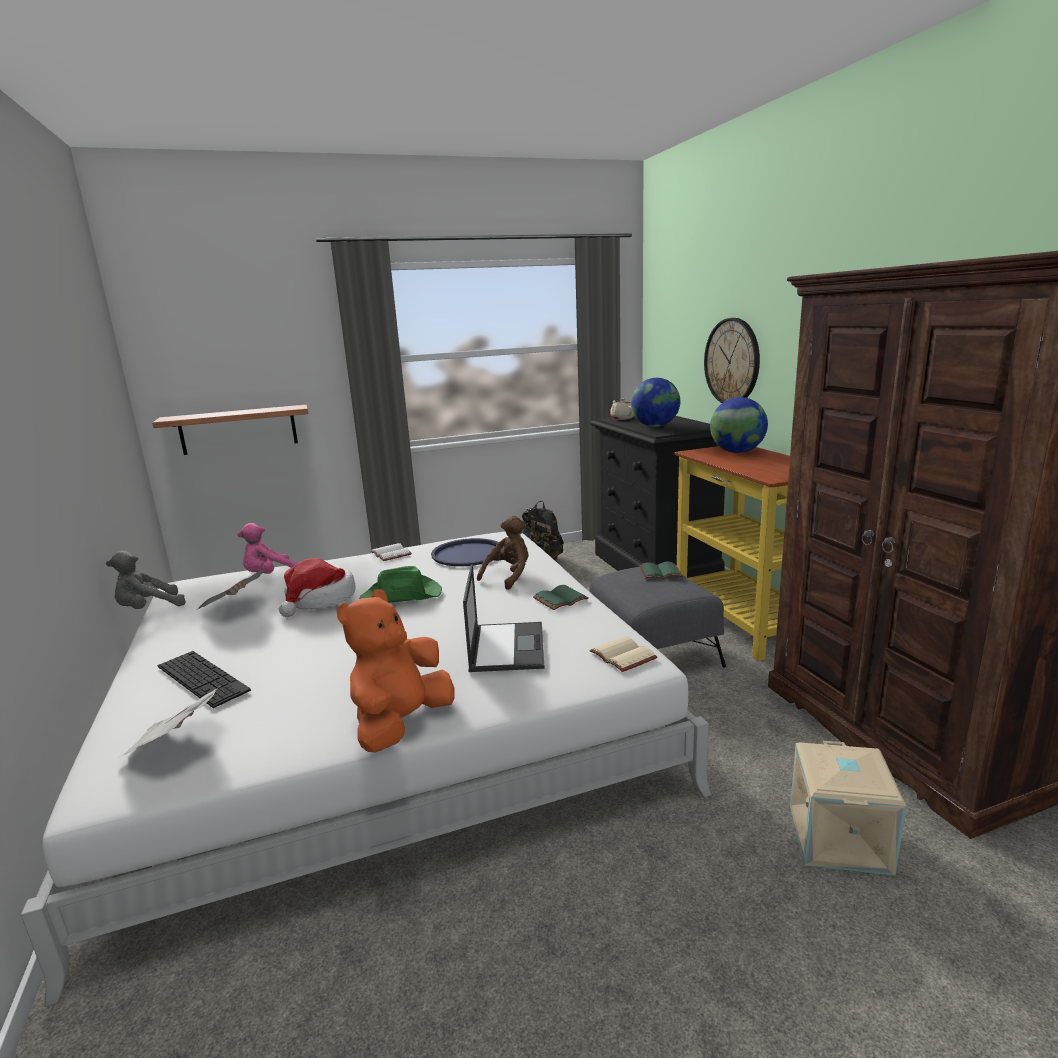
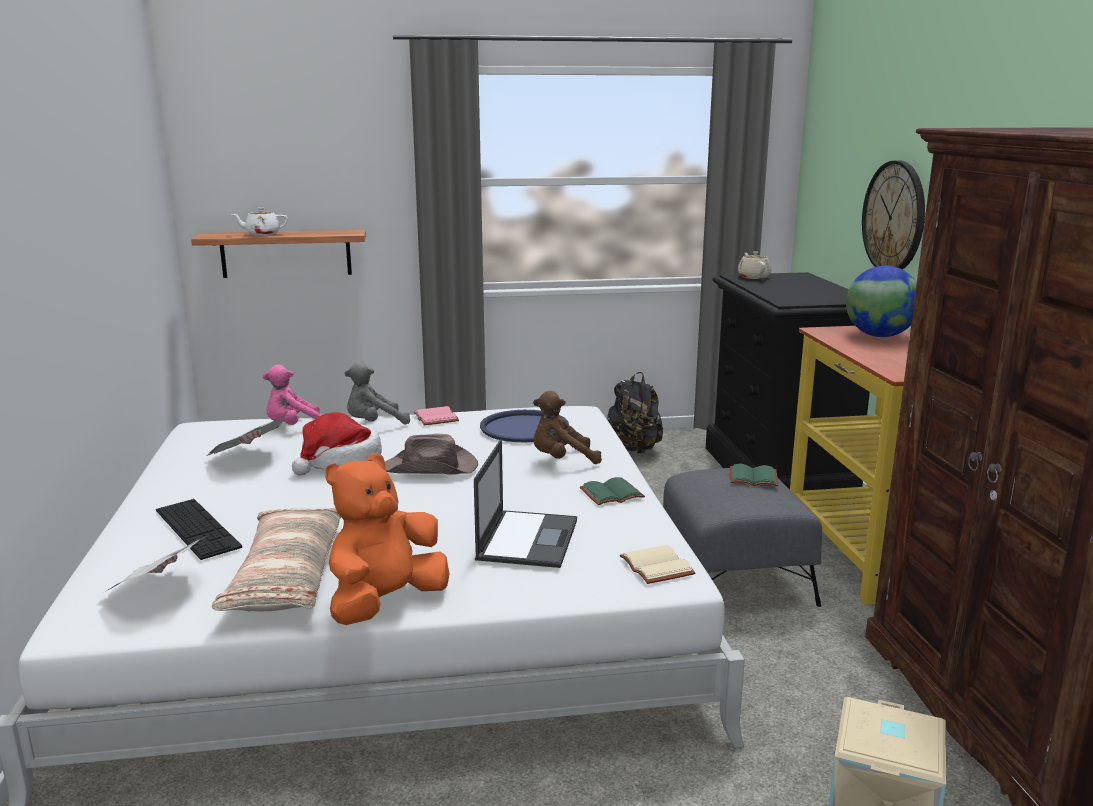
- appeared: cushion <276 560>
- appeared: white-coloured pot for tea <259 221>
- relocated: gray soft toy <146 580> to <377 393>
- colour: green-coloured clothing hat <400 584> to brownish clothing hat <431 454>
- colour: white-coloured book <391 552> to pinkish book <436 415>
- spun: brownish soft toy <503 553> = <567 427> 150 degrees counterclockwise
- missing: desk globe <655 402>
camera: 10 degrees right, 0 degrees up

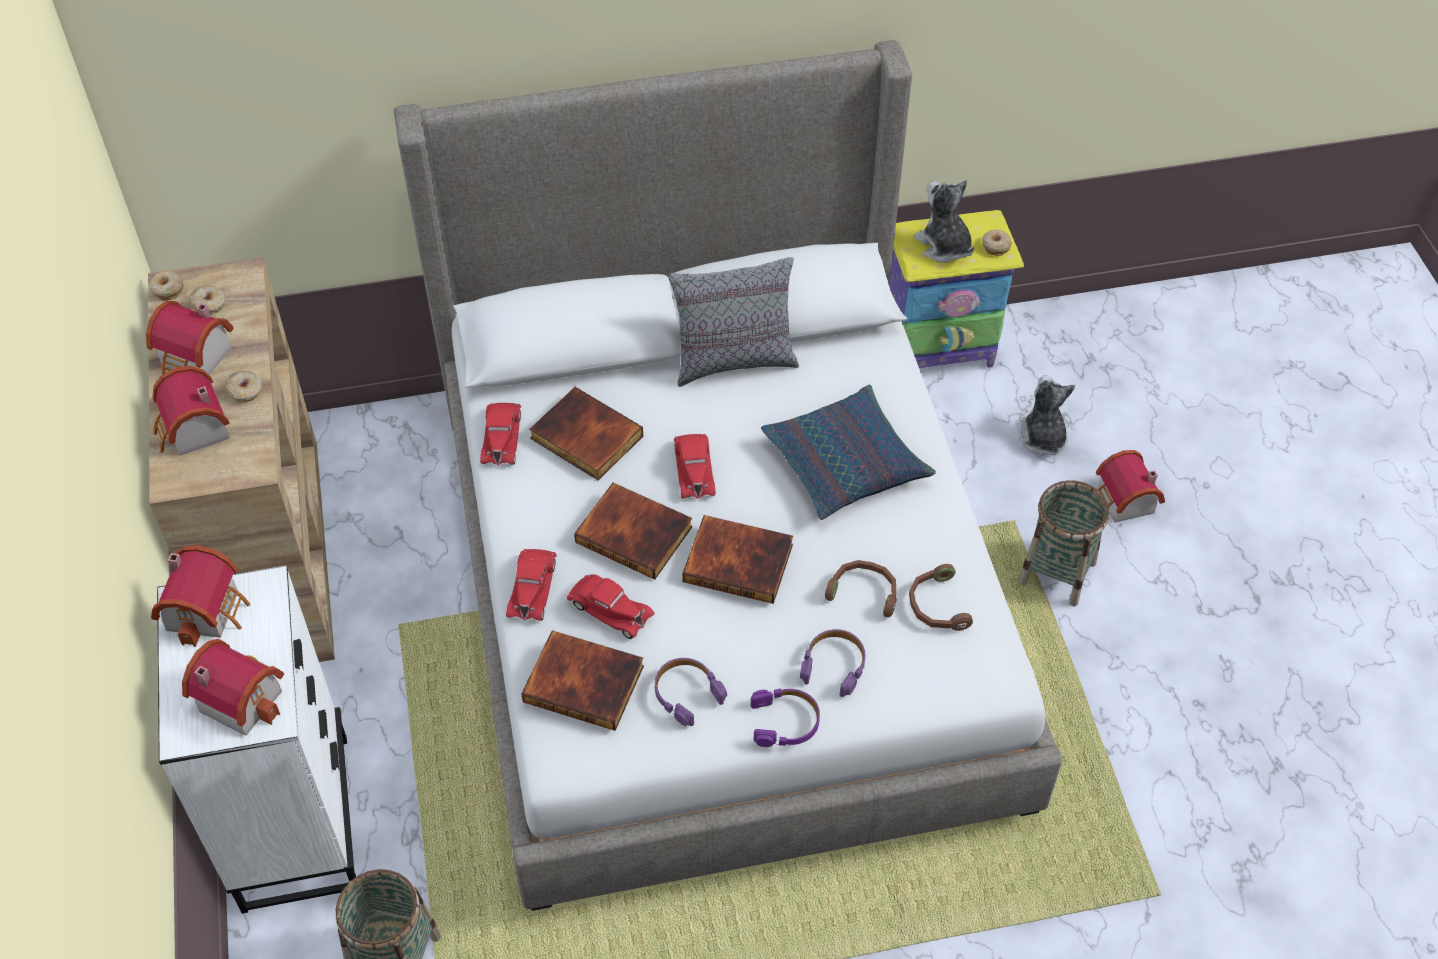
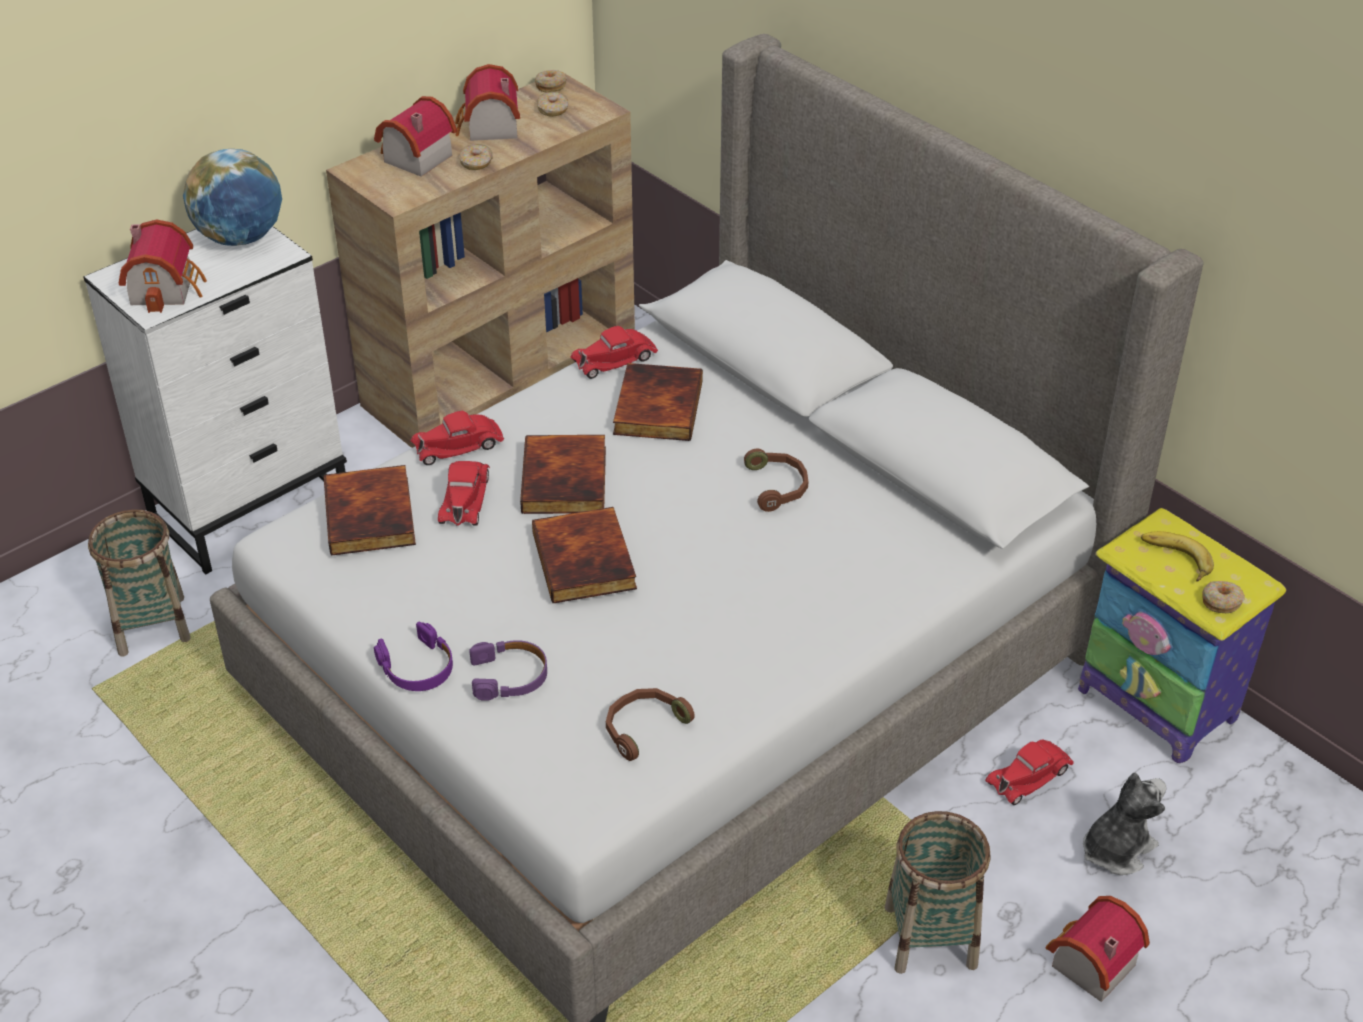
- exchanged: model house <200 596> to desk globe <232 197>
- relocated: brownish headset <860 588> to <776 480>
- relocated: reddish model car <695 466> to <1029 772>
- exchanged: soft toy <944 221> to whole banana <1177 556>
- missing: purple headset <691 692>
- missing: gray cushion <733 322>
- missing: blue cushion <848 452>
camera: 60 degrees right, 10 degrees down

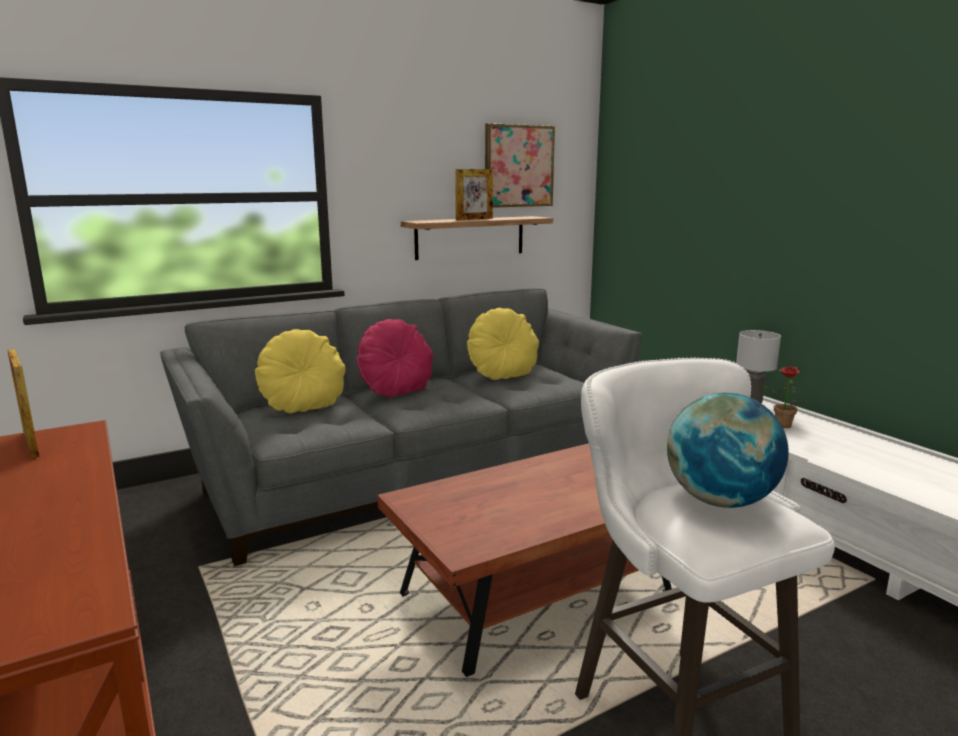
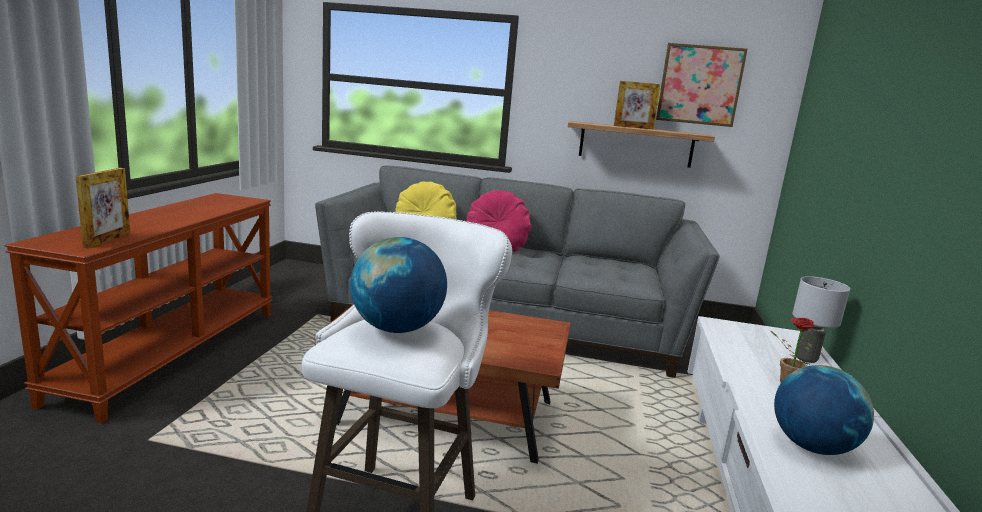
- relocated: standing frame <23 403> to <102 208>
- appeared: desk globe <824 410>
- missing: yellow-coloured cushion <503 344>
camera: 40 degrees right, 0 degrees up

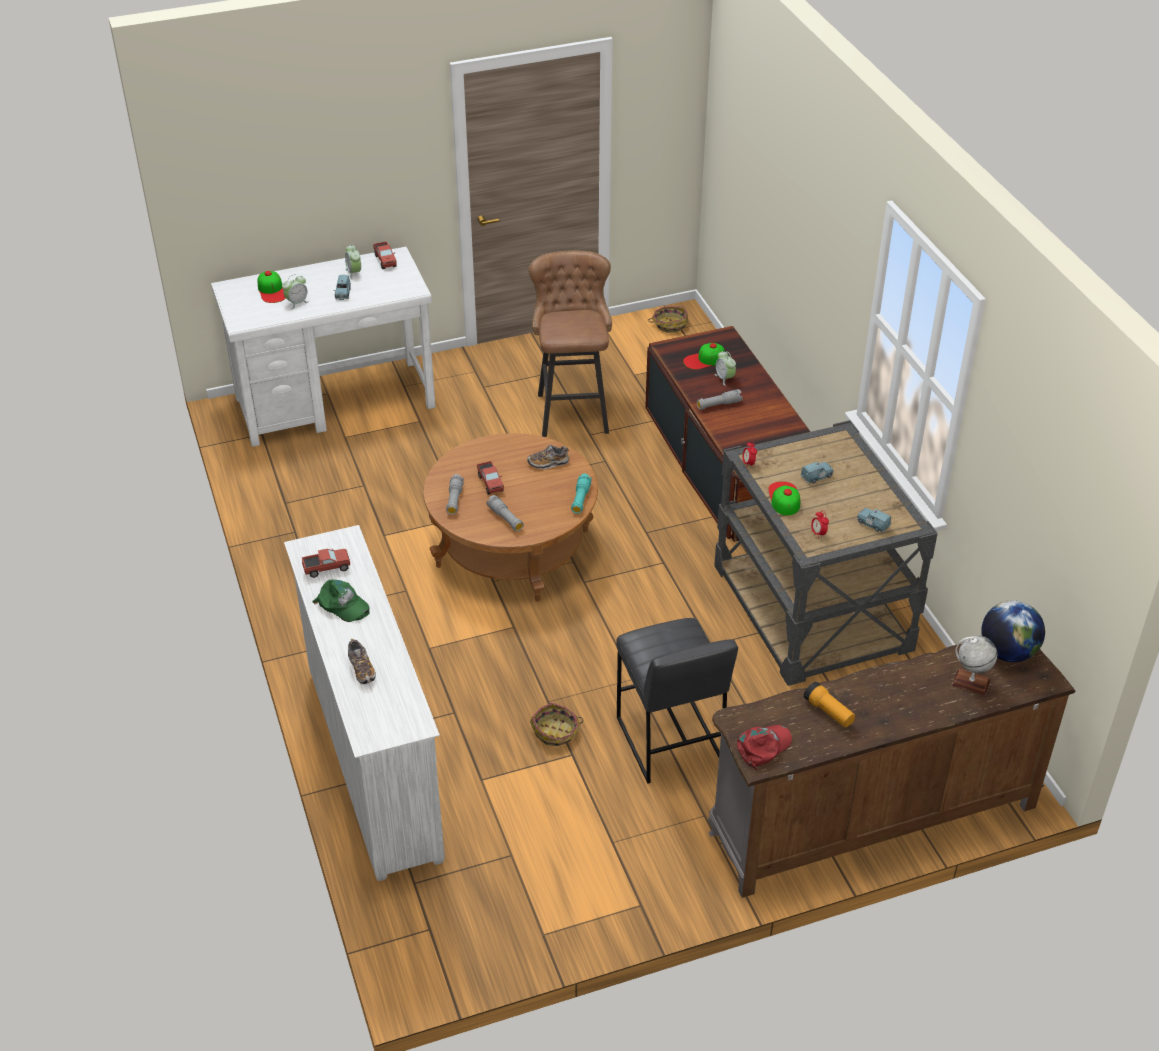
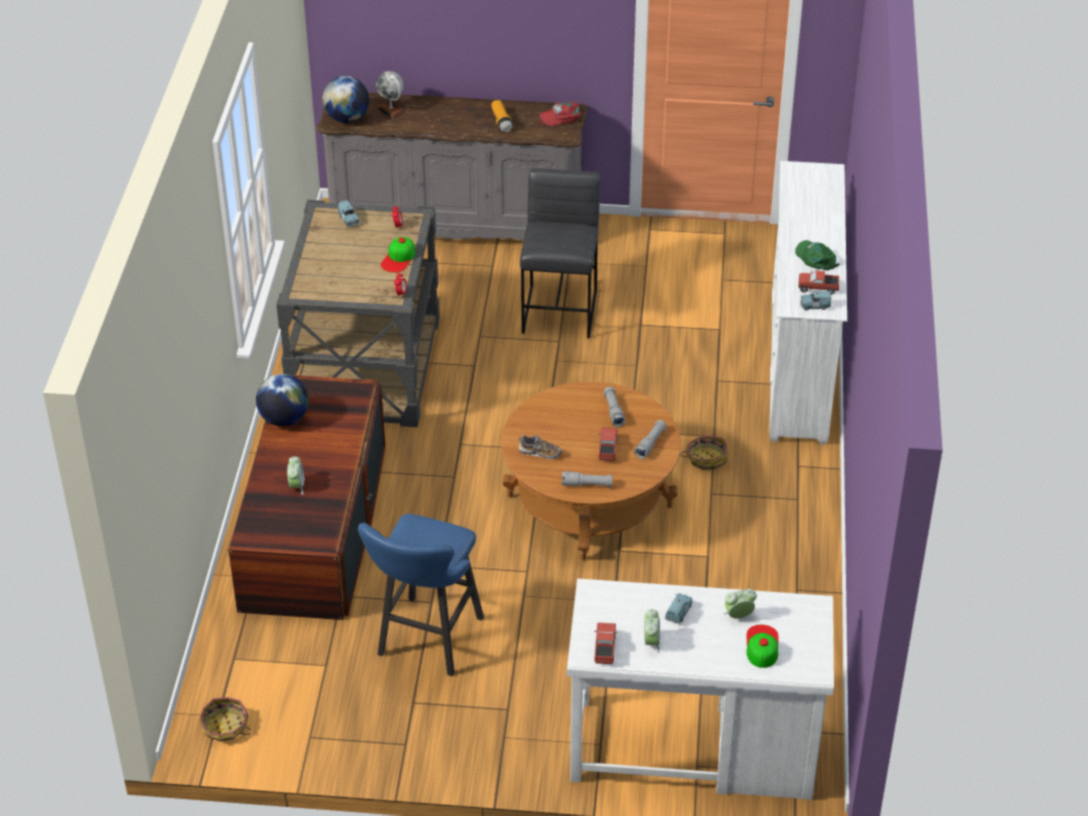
- appeared: desk globe <282 400>
- colour: brownish sitting stool <570 343> to blue sitting stool <421 595>
- relocated: gray flashlight <720 399> to <587 479>
- relocated: basket <556 724> to <704 453>
- relocated: blue model car <816 472> to <815 300>
- missing: item of footwear <362 661>
- missing: turquoise-coloured flashlight <581 494>
- missing: baseball cap <704 356>
camera: 155 degrees left, 0 degrees up

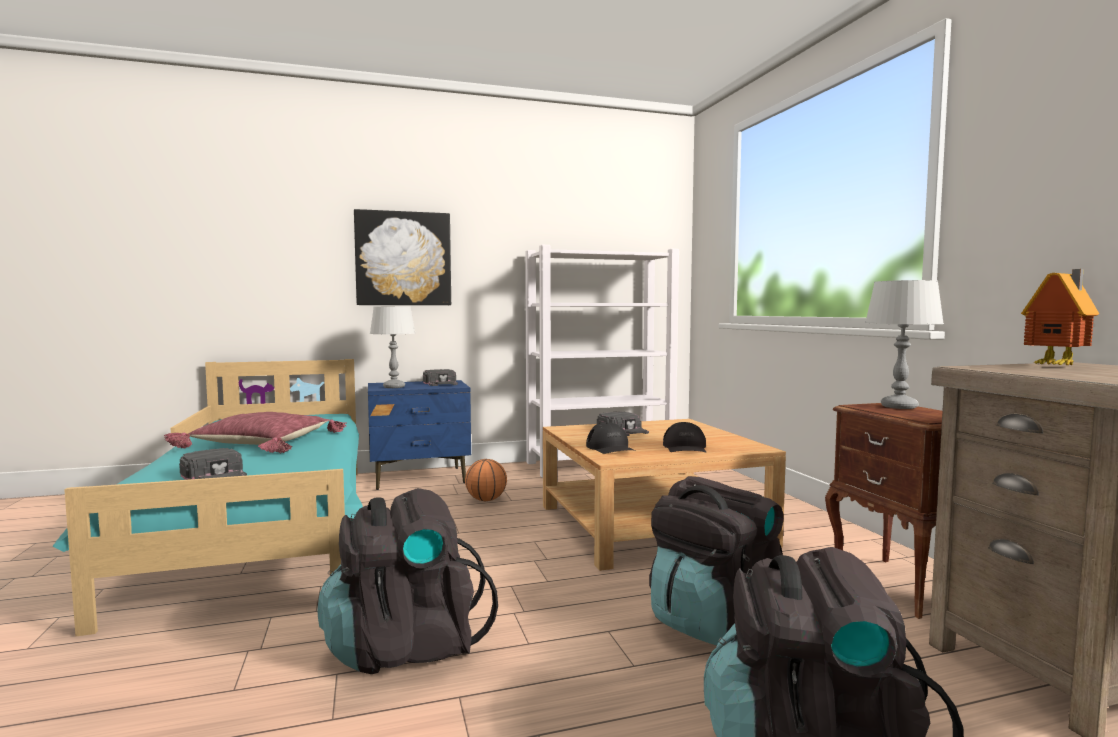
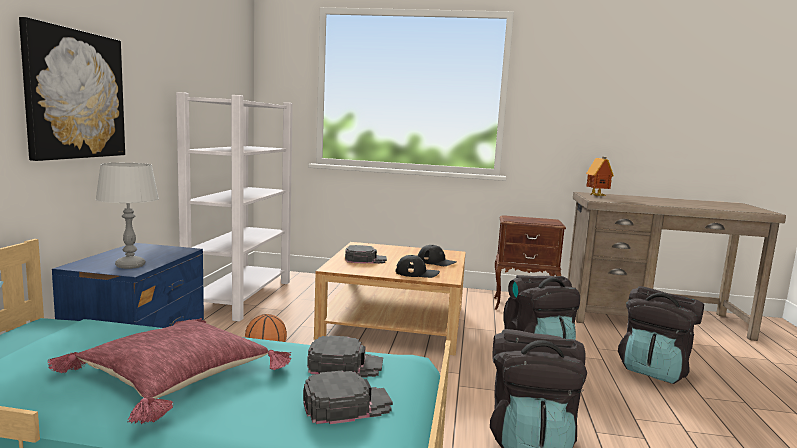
- relocated: black-coloured baseball cap <440 377> to <345 357>
- missing: gray lamp for a table <904 344>
camera: 65 degrees left, 5 degrees up

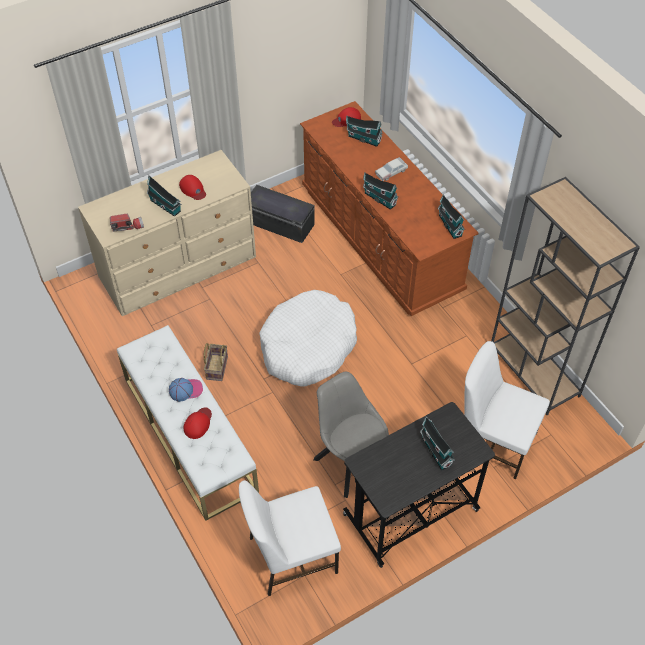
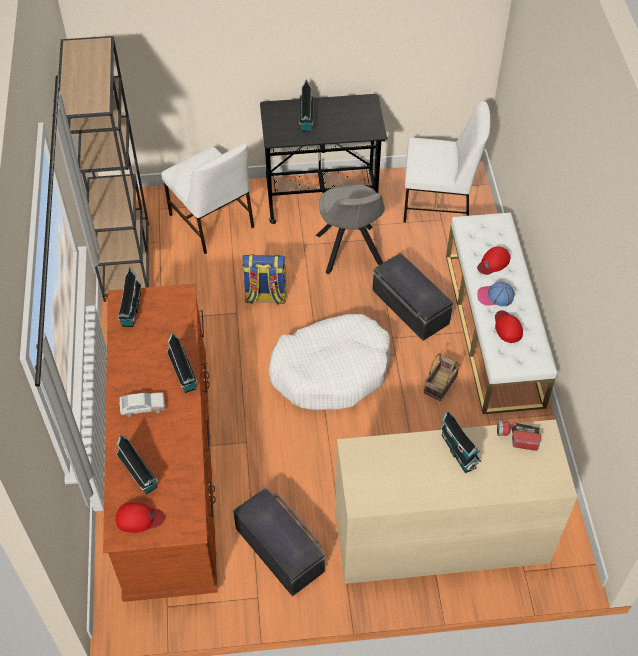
- appeared: backpack <264 279>
- appeared: black-coloured storage bin <412 297>
- relocated: reddish baseball cap <192 187> to <509 326>
camera: 155 degrees left, 0 degrees up

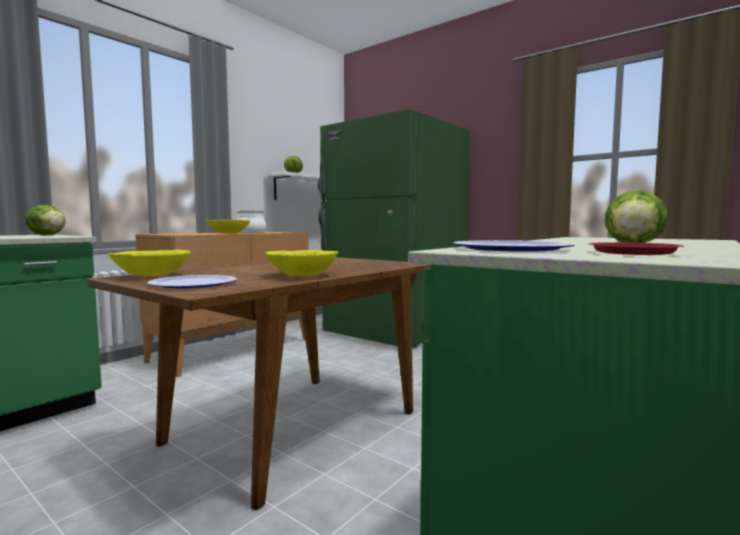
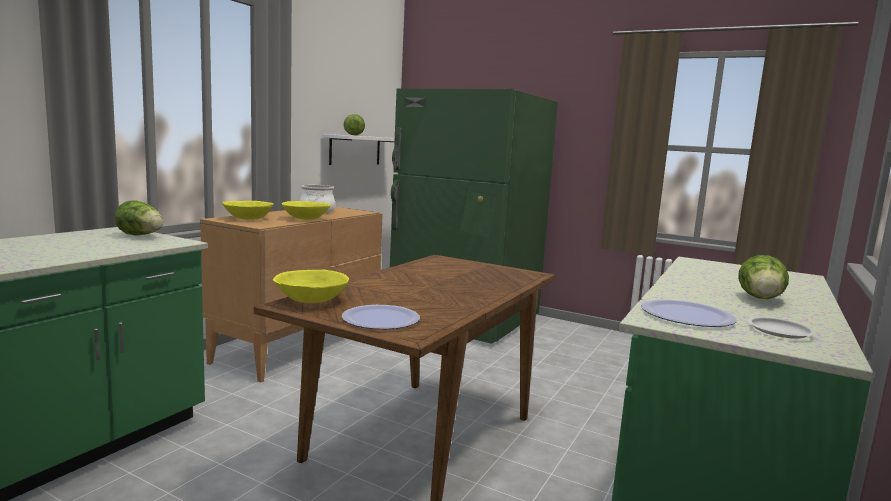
- relocated: yellow-coloured serving bowl <301 263> to <248 210>
- colour: reddish dinner plate <636 248> to white-coloured dinner plate <781 328>
camera: 10 degrees left, 5 degrees up

